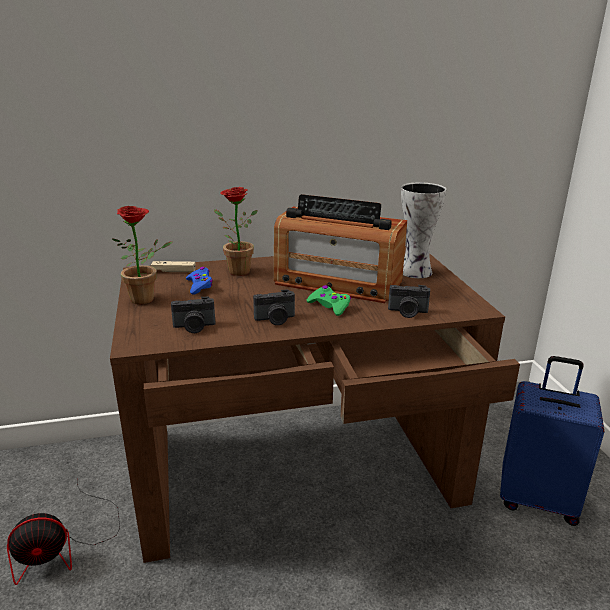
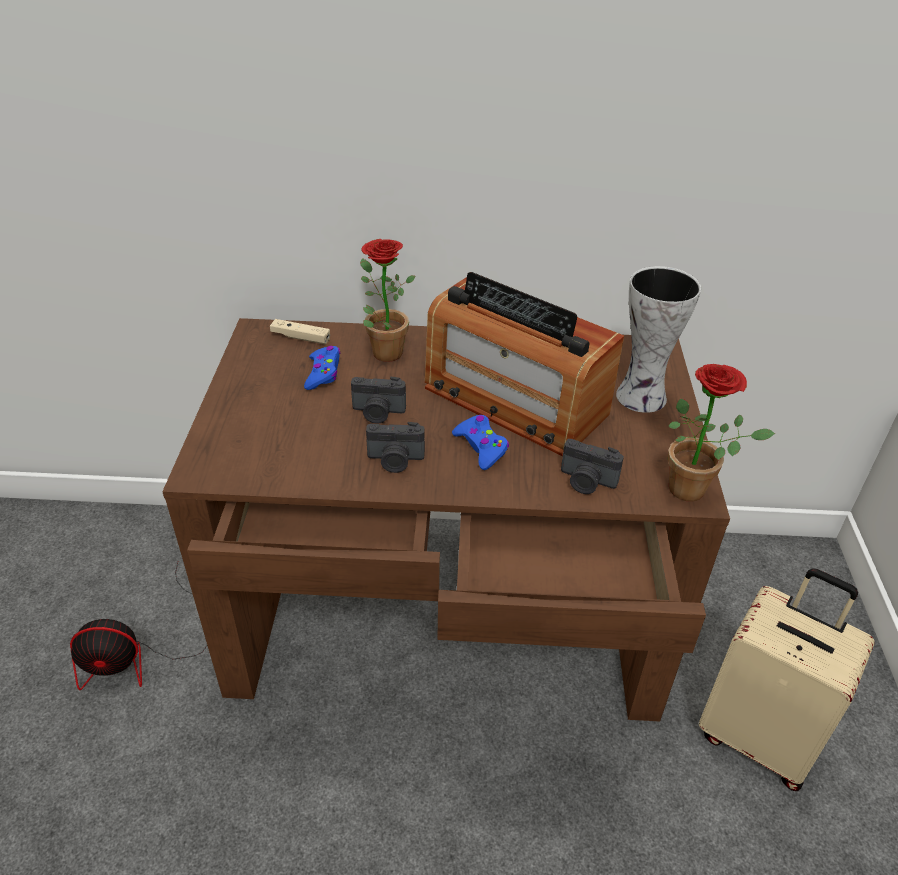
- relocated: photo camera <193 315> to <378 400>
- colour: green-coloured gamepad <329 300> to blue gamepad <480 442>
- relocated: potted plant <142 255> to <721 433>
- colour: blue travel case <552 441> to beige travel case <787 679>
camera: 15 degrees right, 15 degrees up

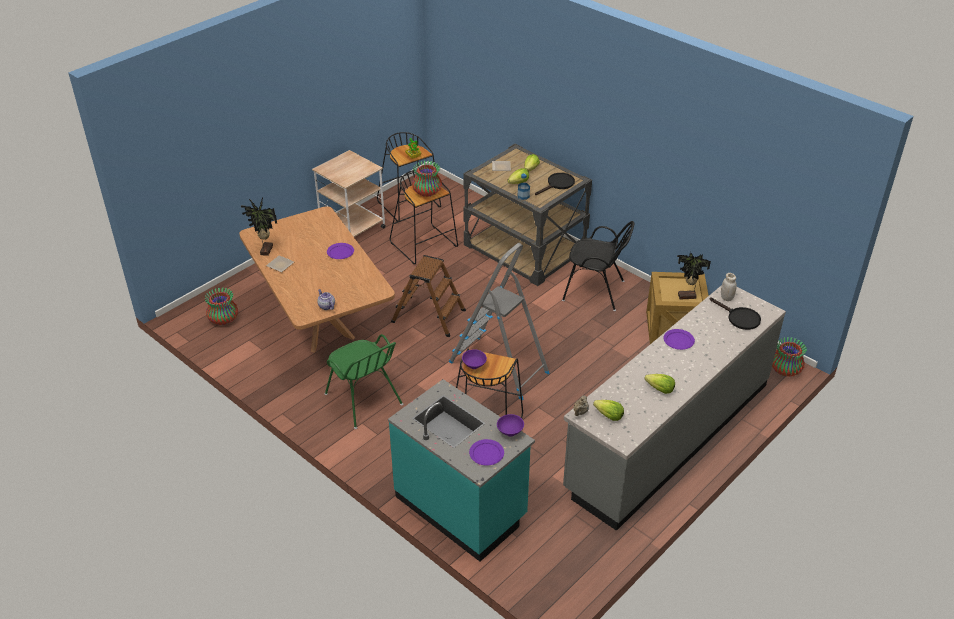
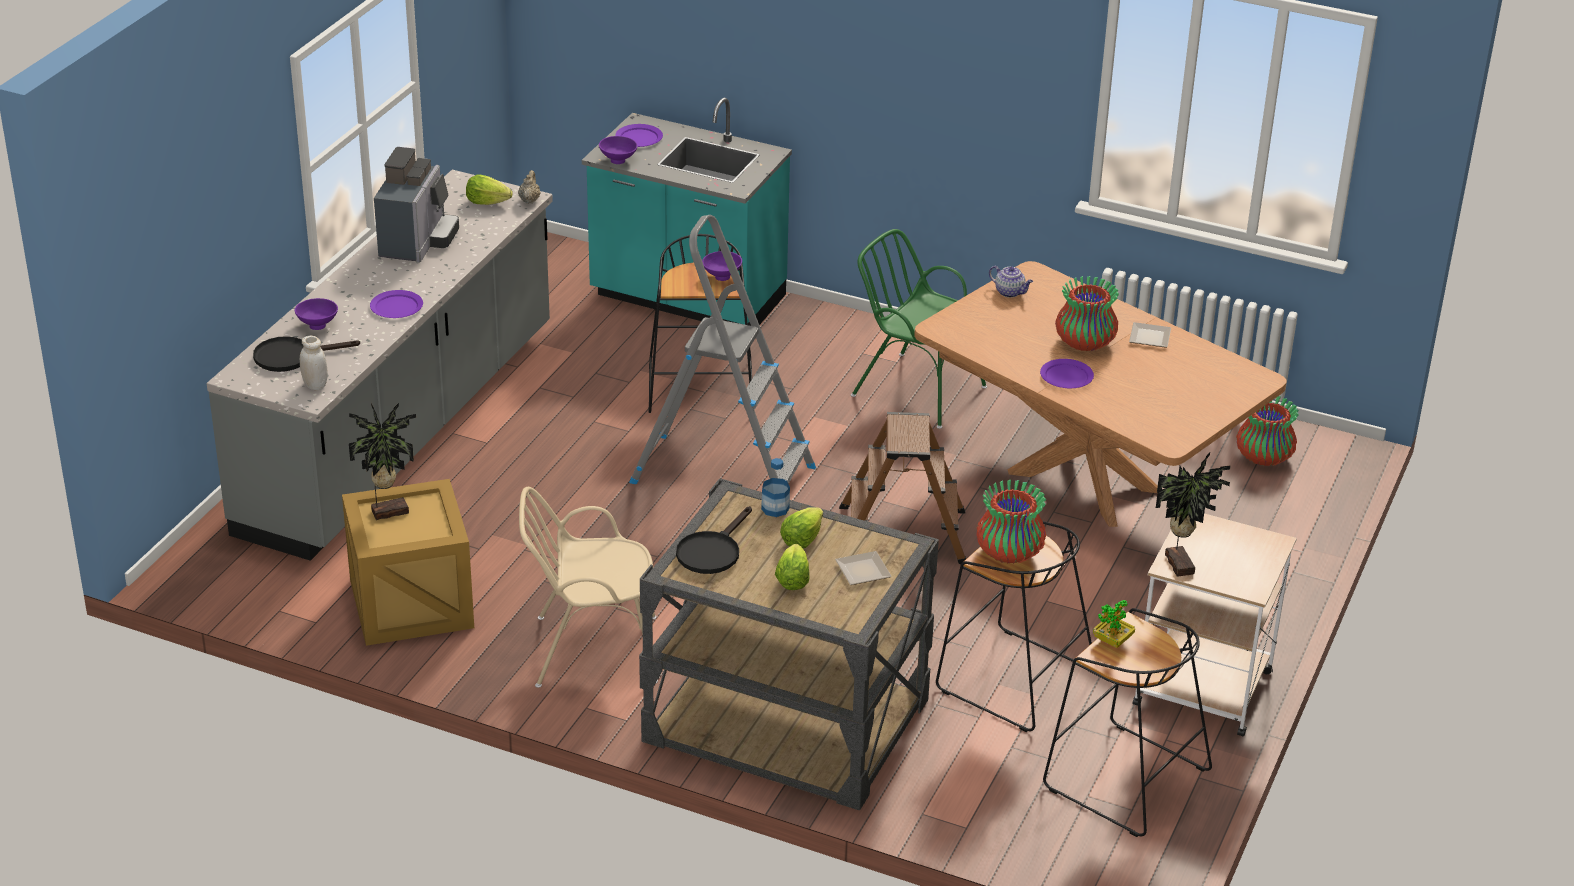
- spun: black-coloured skillet <735 314> = <306 354> 45 degrees counterclockwise
- appeared: purple serving bowl <316 314>
- exchanged: lettuce head <659 384> to coffee maker <416 204>
- colour: black-coloured chair <598 266> to beige chair <588 587>
- relocated: vase <789 357> to <1087 313>
- relocated: potted plant <259 226> to <1193 514>
camera: 160 degrees right, 5 degrees down

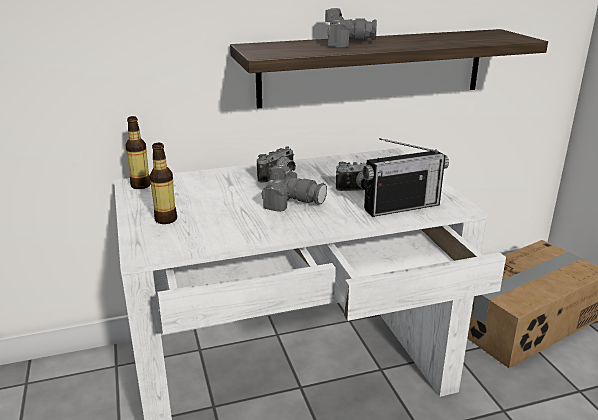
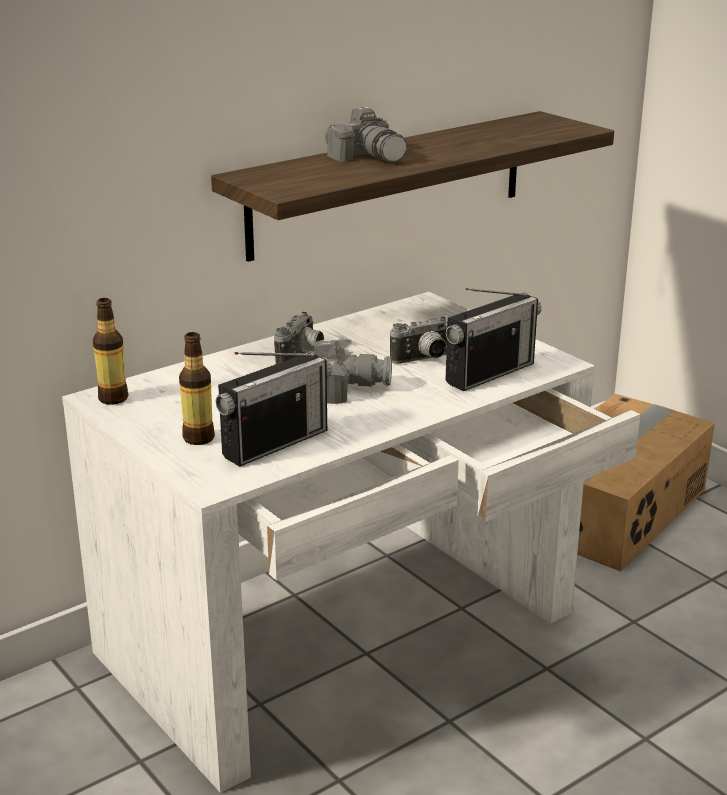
- appeared: radio receiver <274 409>
- spun: photo camera <351 27> = <366 134> 75 degrees clockwise
camera: 20 degrees left, 0 degrees up

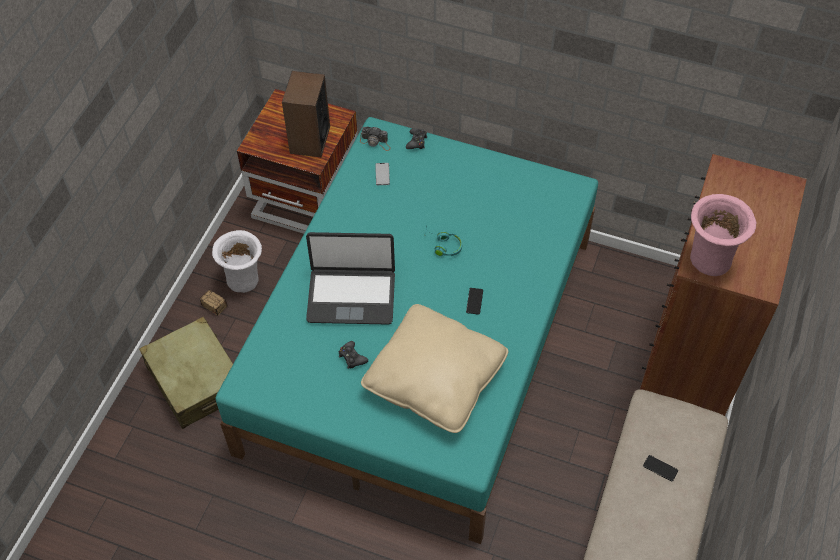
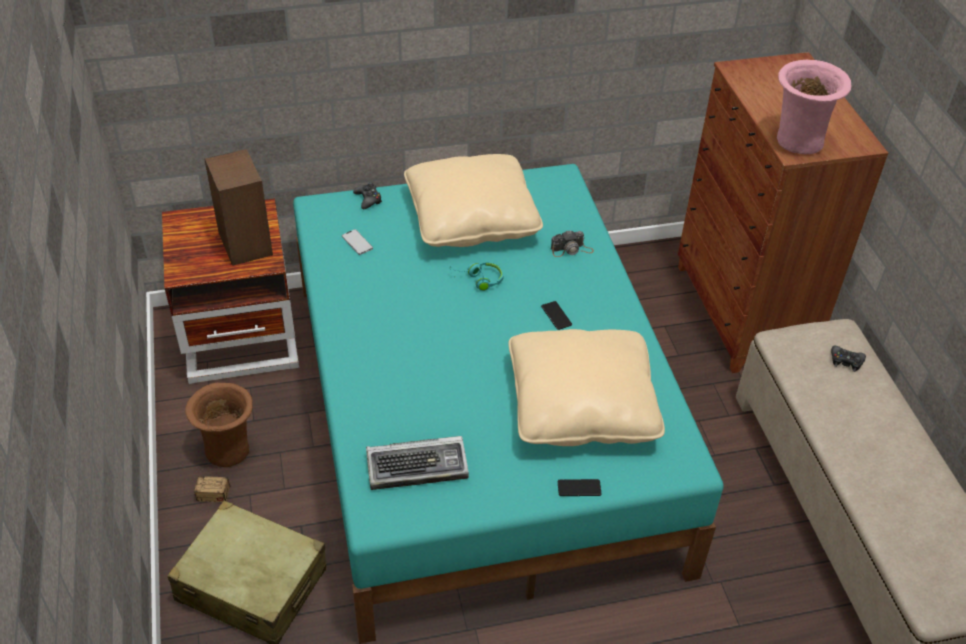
- colour: white-coloured vase <237 261> to brownish vase <219 425>
- appeared: computer keyboard <417 463>
- appeared: beige cushion <473 200>
- relocated: photo camera <375 139> to <572 243>
- relocated: phone <660 468> to <580 487>
- relocated: black-coloured gamepad <353 355> to <848 359>
- missing: notebook computer <350 278>
camera: 35 degrees left, 10 degrees down

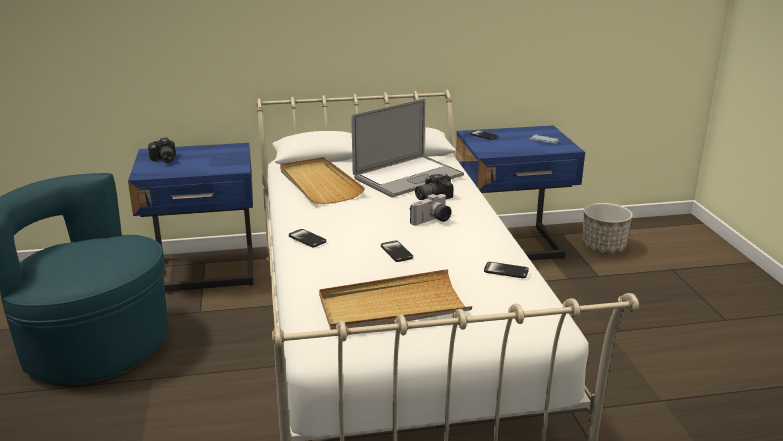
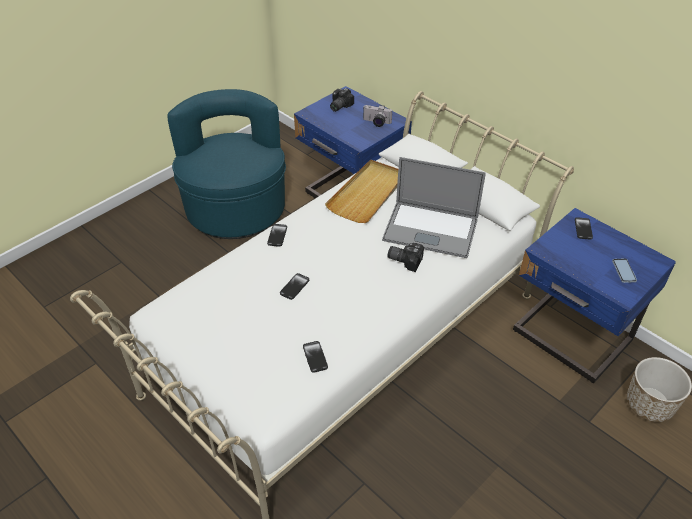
- relocated: photo camera <430 210> to <378 116>
- missing: beige tray <395 299>
camera: 55 degrees right, 20 degrees up

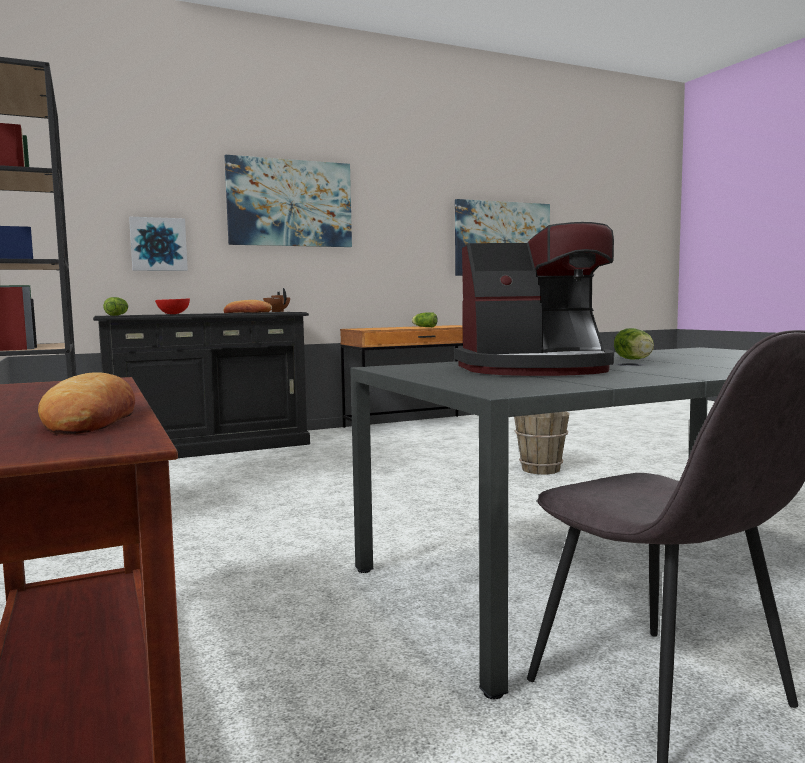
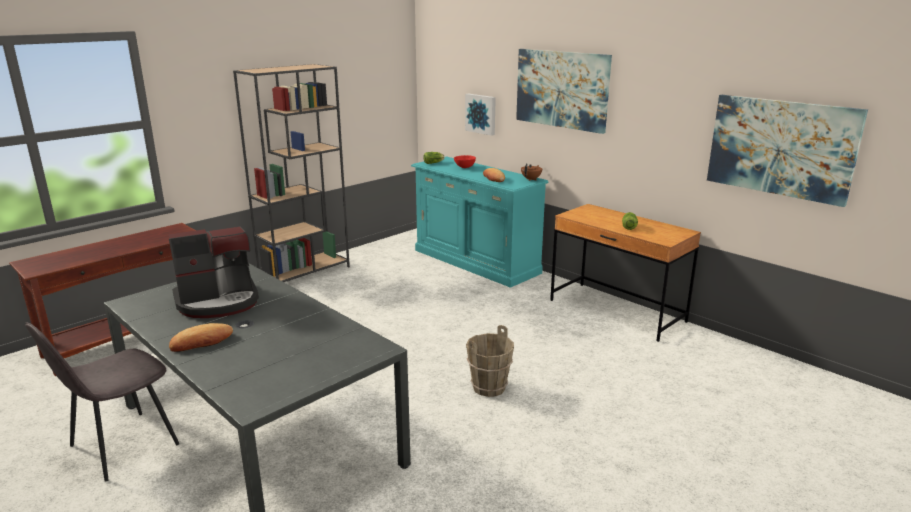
- spun: coffee maker <534 299> = <213 272> 90 degrees counterclockwise
- relocated: baked bread <86 403> to <201 337>
- colour: black-coloured cabinet <201 385> to turquoise-coloured cabinet <479 222>
- missing: lettuce head <634 344>
camera: 70 degrees right, 15 degrees up

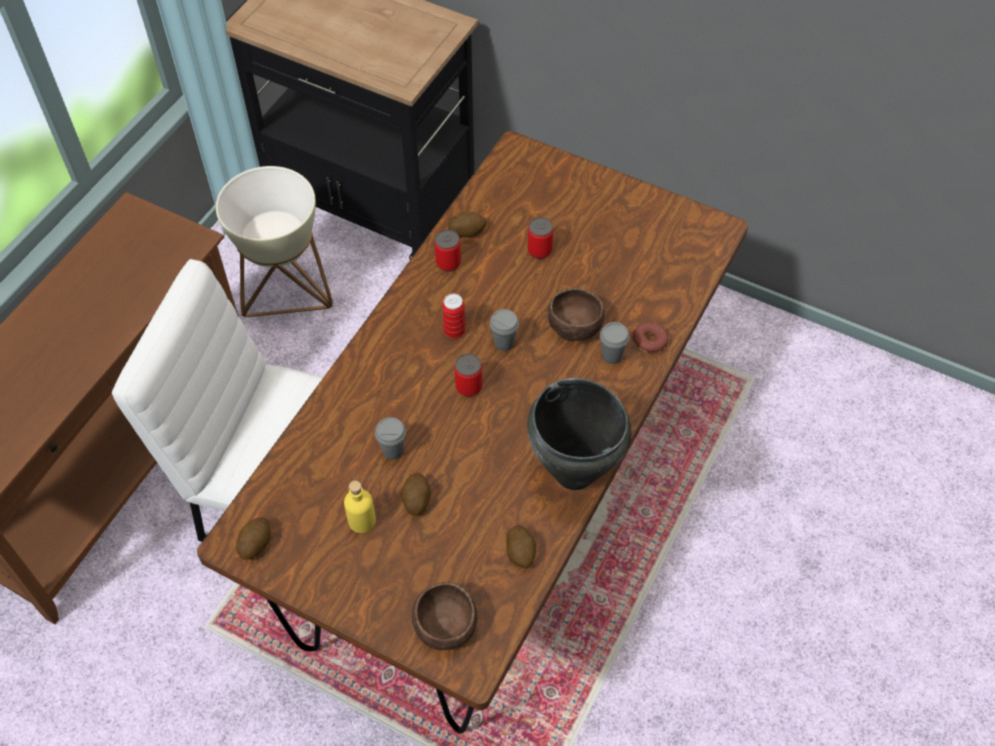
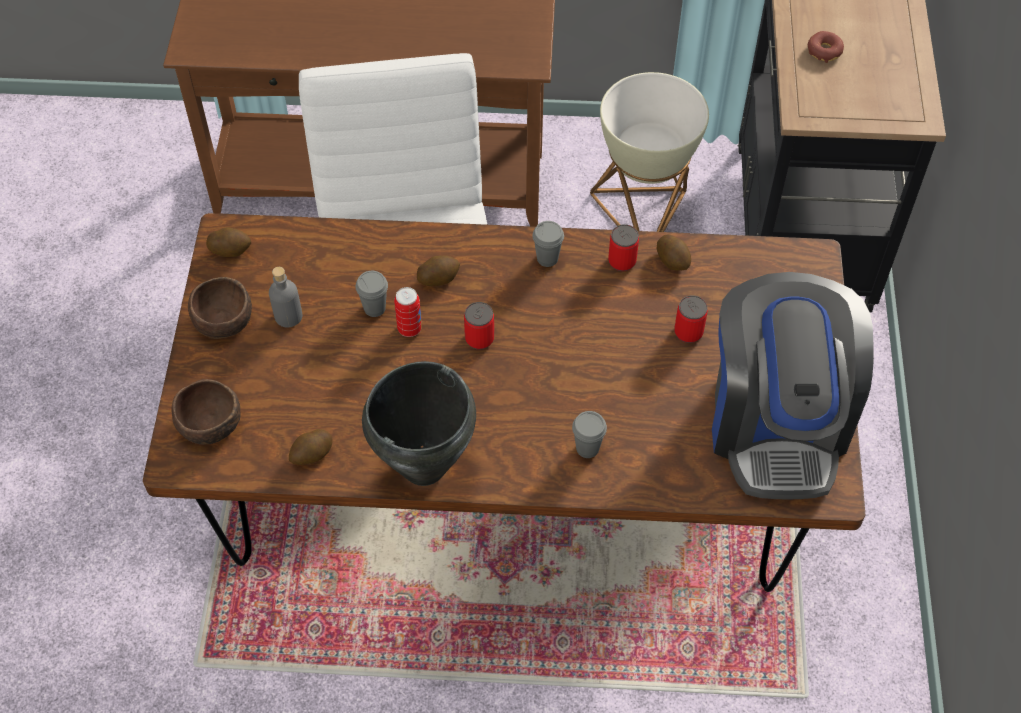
- relocated: brownish serving bowl <576 314> to <220 308>
- colour: yellow-coloured bottle <360 507> to gray bottle <285 297>
- relocated: can <454 315> to <408 312>
- relocated: whole potato <416 494> to <438 271>
- relocated: gray drinking cup <504 330> to <548 244>
- appeared: coffee maker <793 385>
- relocated: donut <650 338> to <826 47>
camera: 65 degrees right, 0 degrees up

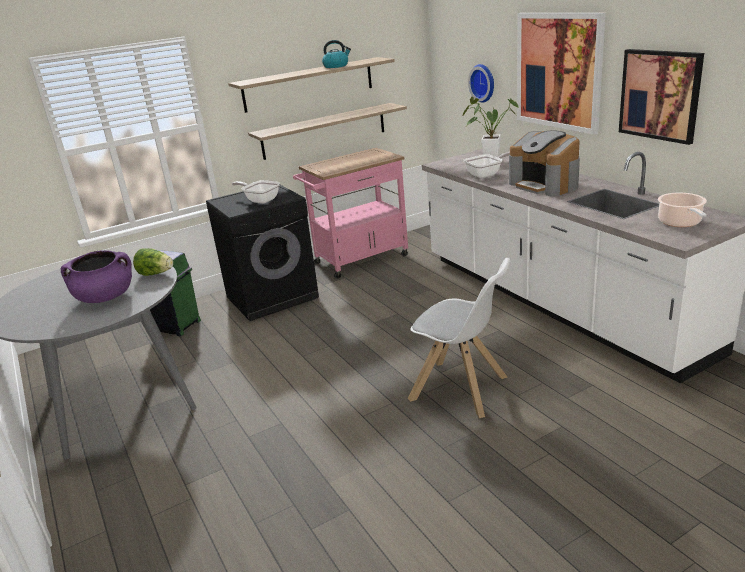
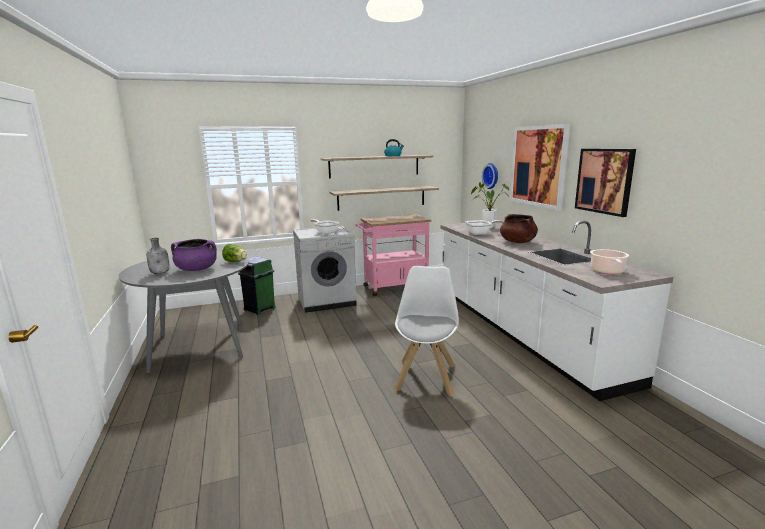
- appeared: gray bottle <157 256>
- colour: black-coloured washing machine <262 253> to white-coloured washing machine <325 269>
- spun: chair <459 338> = <426 331> 120 degrees counterclockwise
- exchanged: coffee maker <544 163> to brownish cooking pot <519 228>
camera: 10 degrees right, 10 degrees down

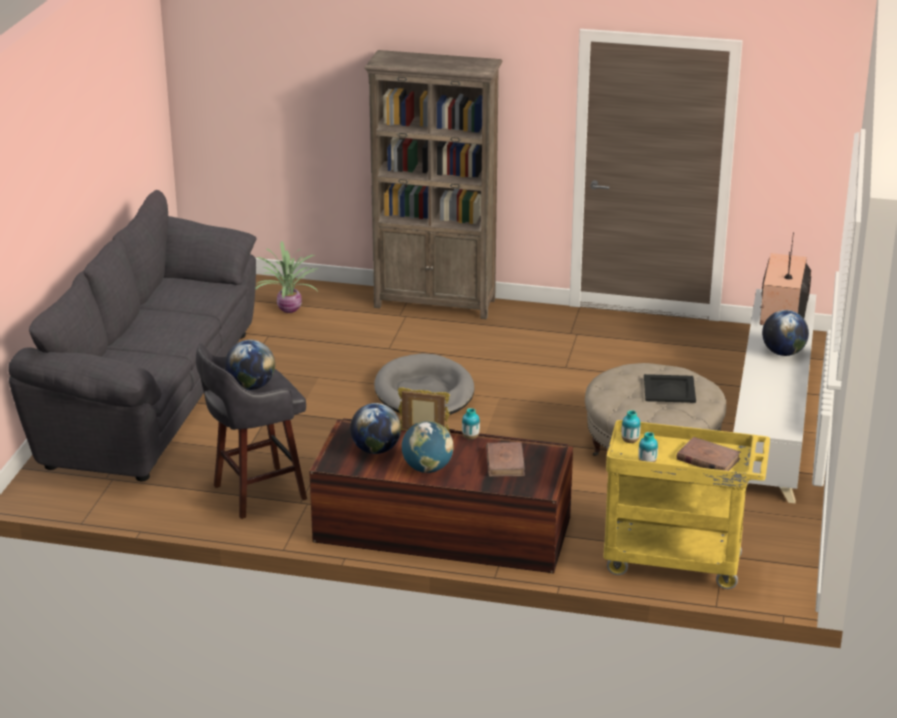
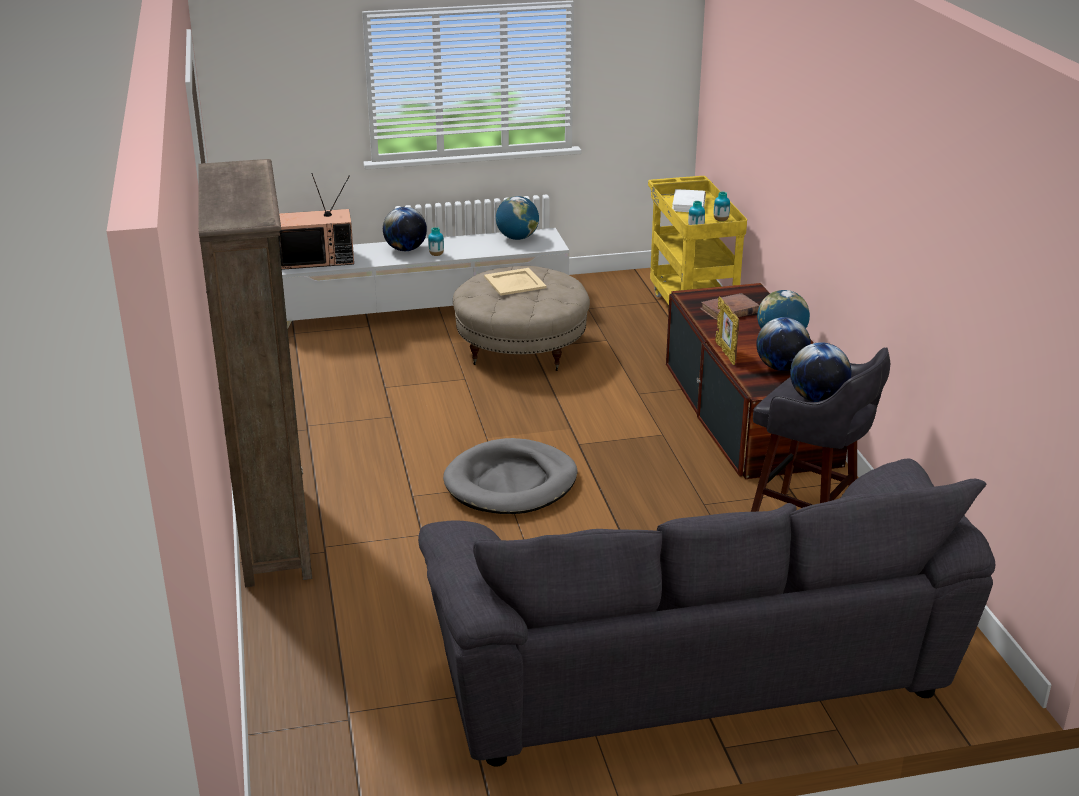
- relocated: vase <471 424> to <436 241>
- colour: black-coloured tray <670 388> to beige tray <515 282>
- appeared: desk globe <517 218>
- colour: brownish book <709 454> to white-coloured book <689 200>
- missing: potted plant <286 277>
camera: 115 degrees left, 0 degrees up

